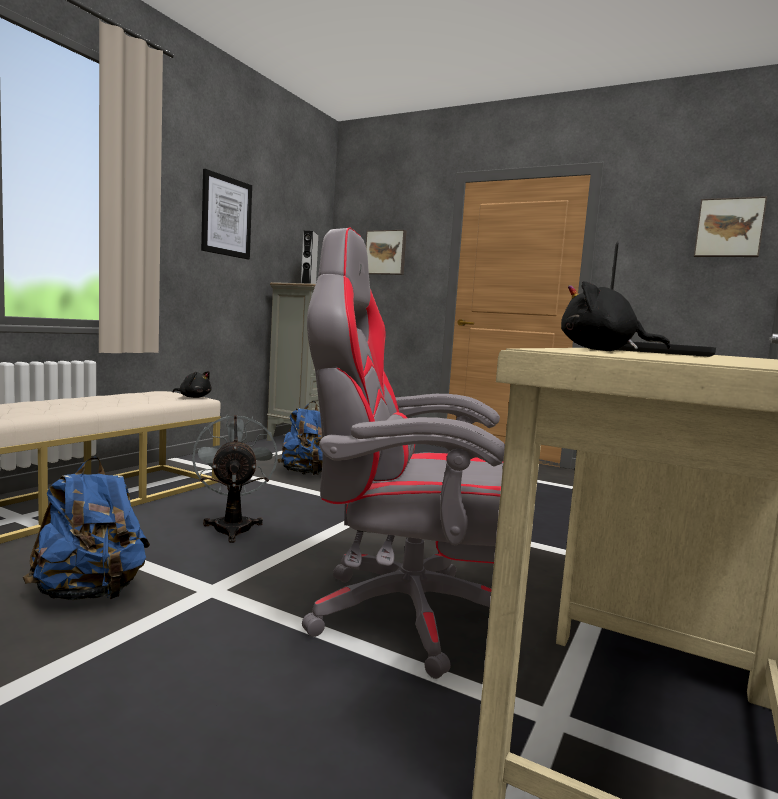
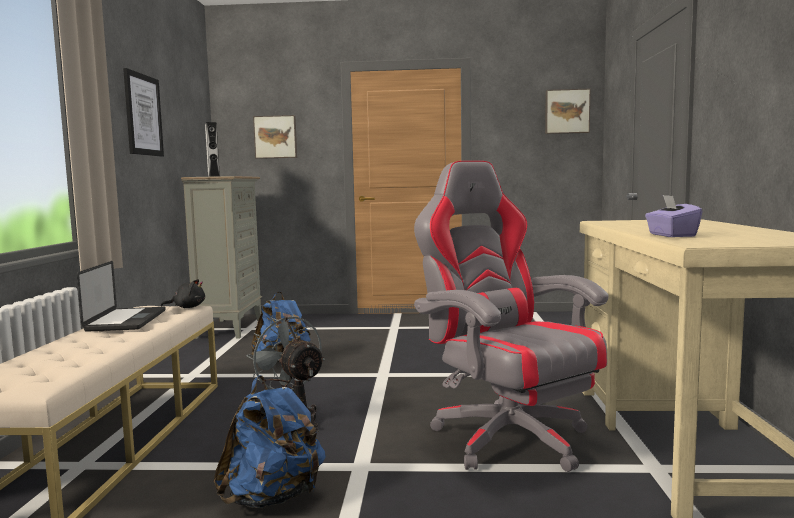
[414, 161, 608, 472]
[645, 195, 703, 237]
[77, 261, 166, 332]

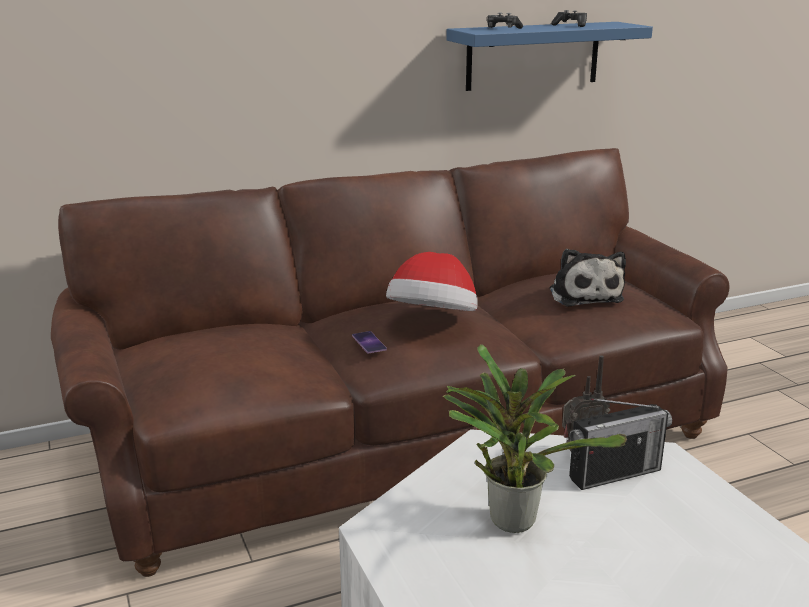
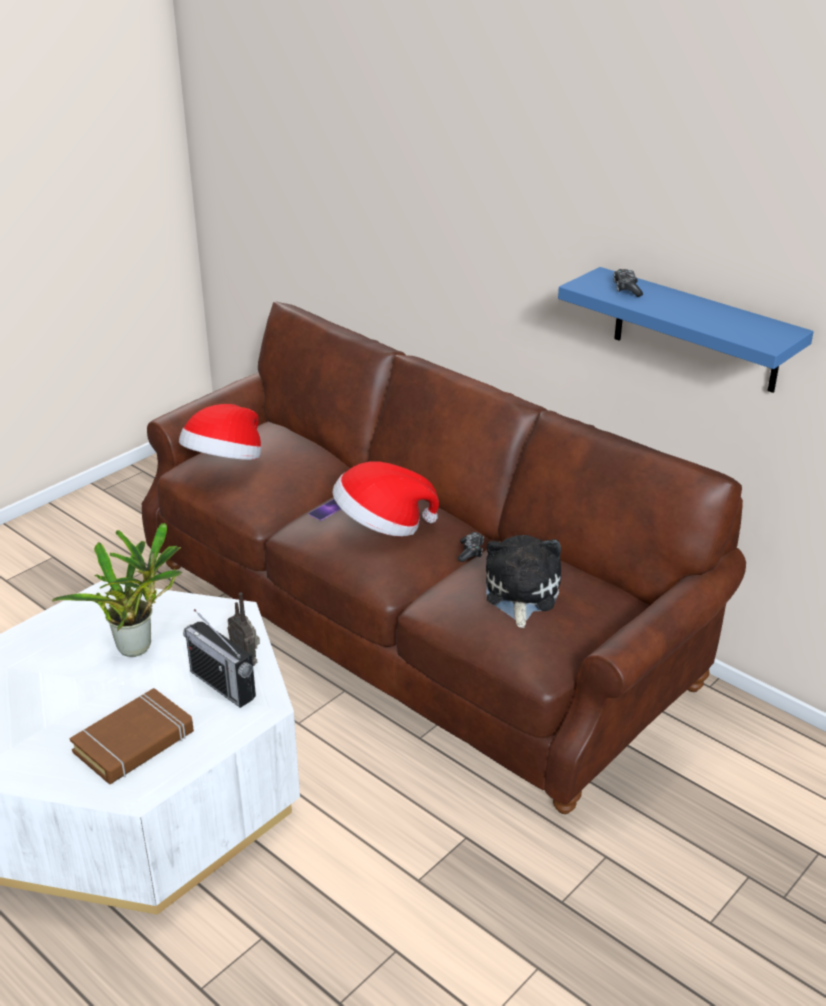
[486, 535, 561, 628]
[458, 532, 484, 562]
[70, 688, 194, 784]
[179, 404, 261, 460]

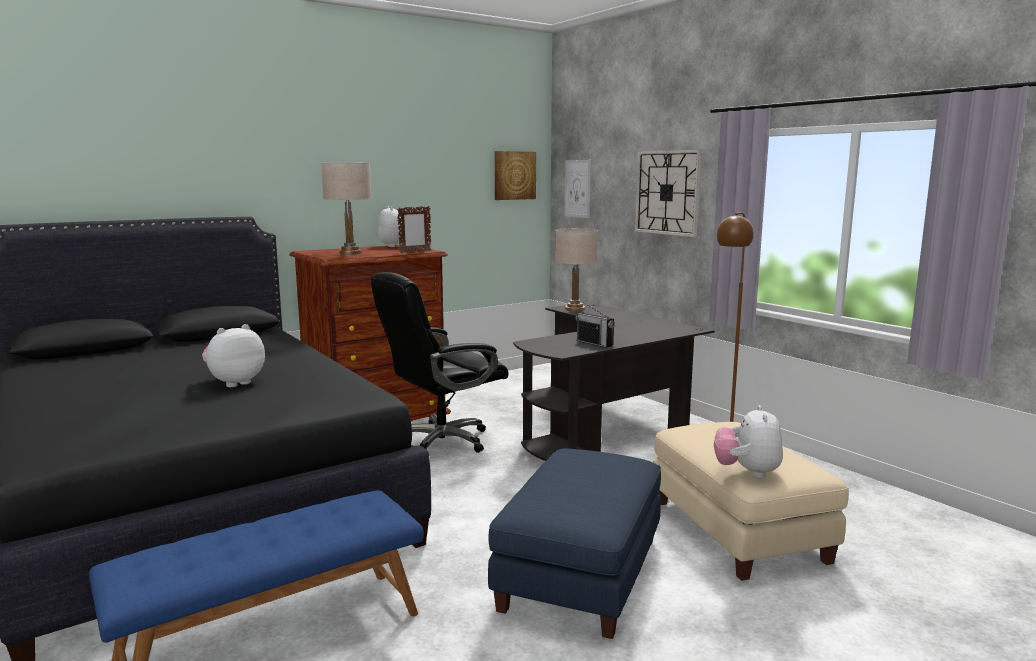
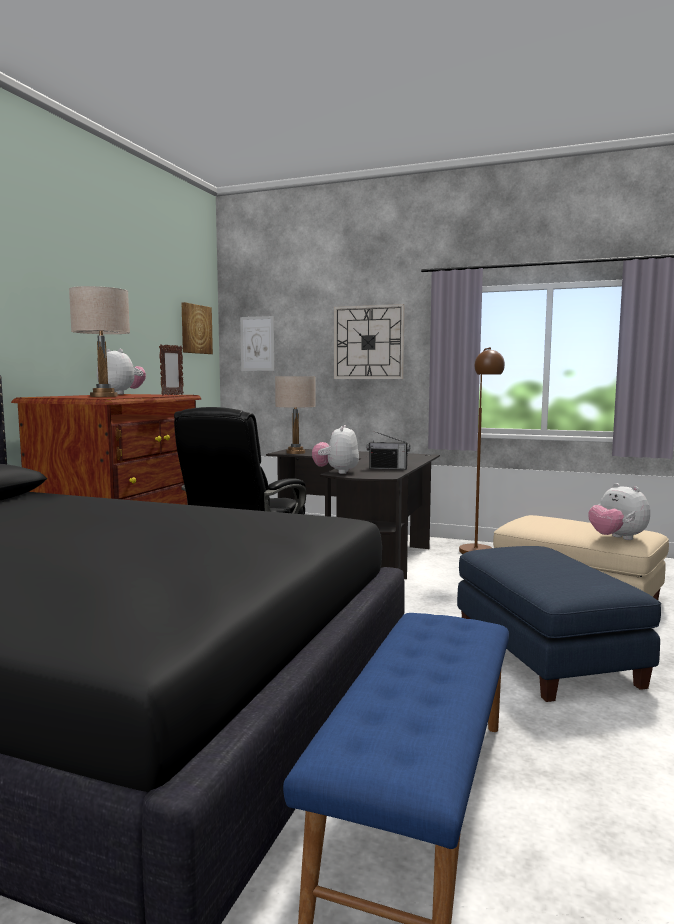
[312, 425, 359, 474]

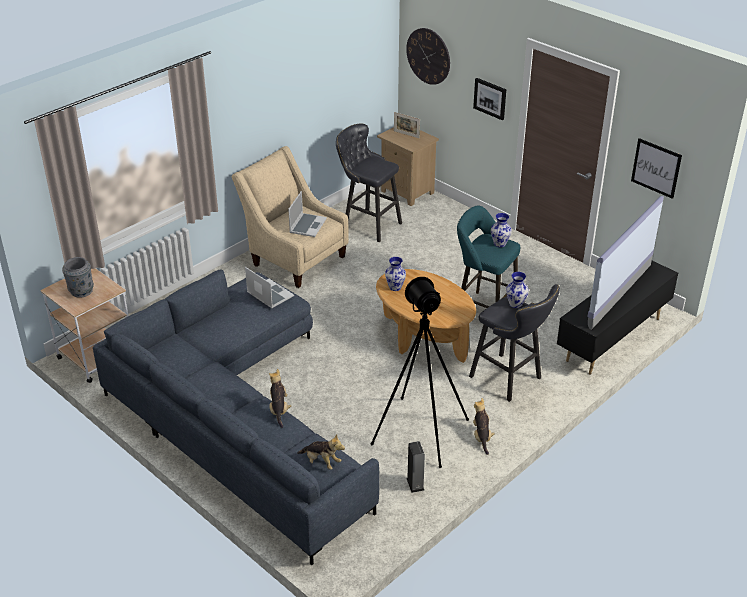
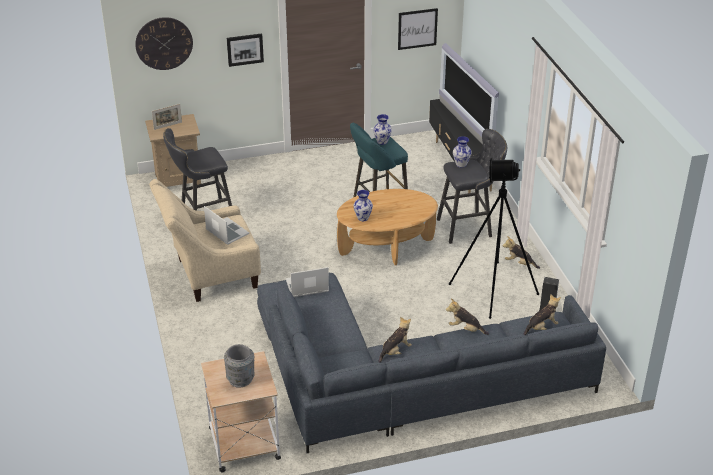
[378, 317, 412, 363]

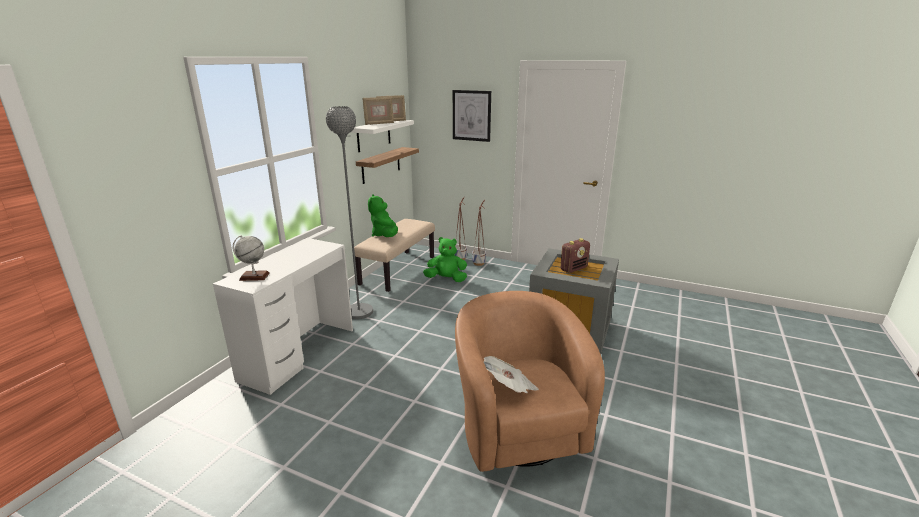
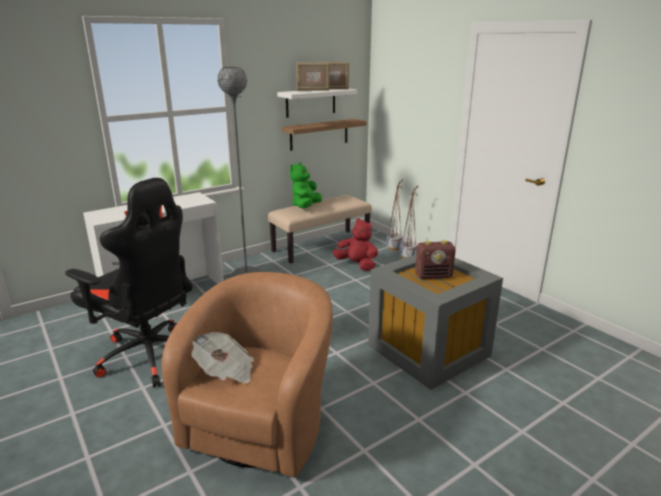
[233, 235, 270, 281] (first image)
[333, 218, 378, 271]
[453, 90, 491, 142] (first image)
[65, 178, 192, 388]

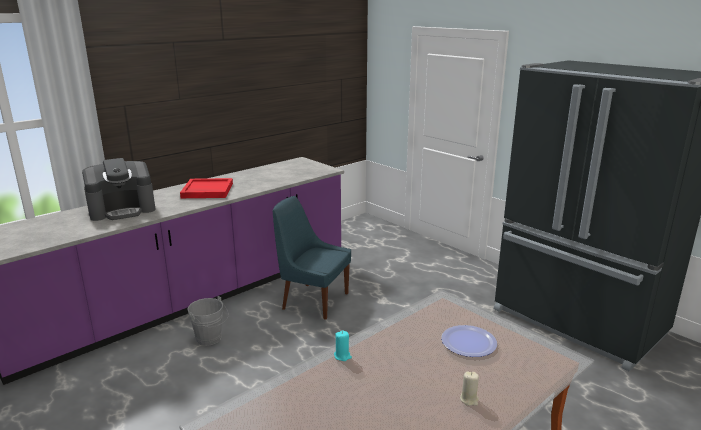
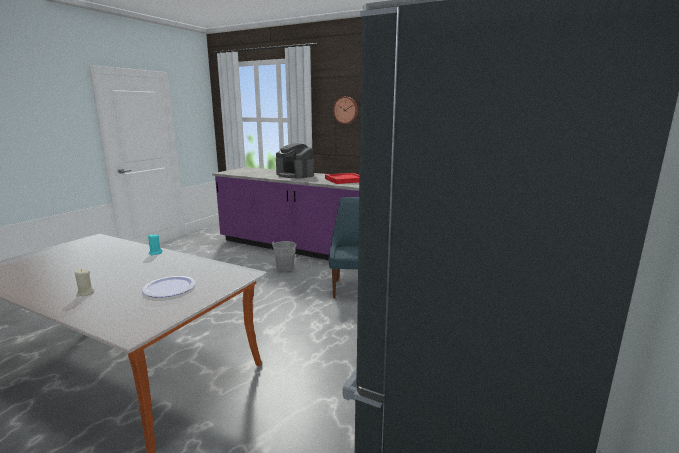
[333, 97, 358, 124]

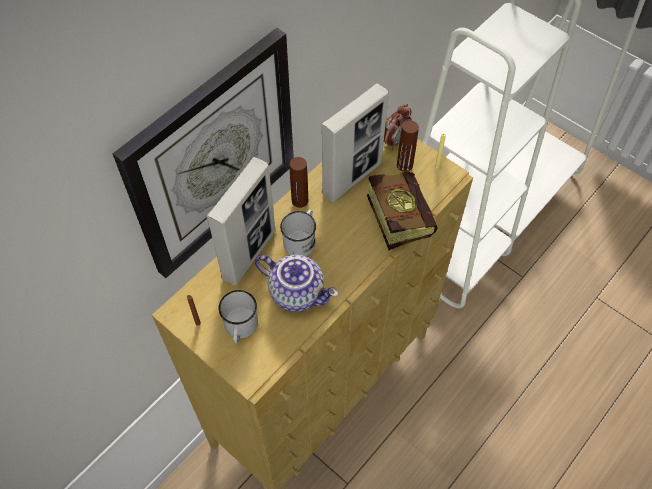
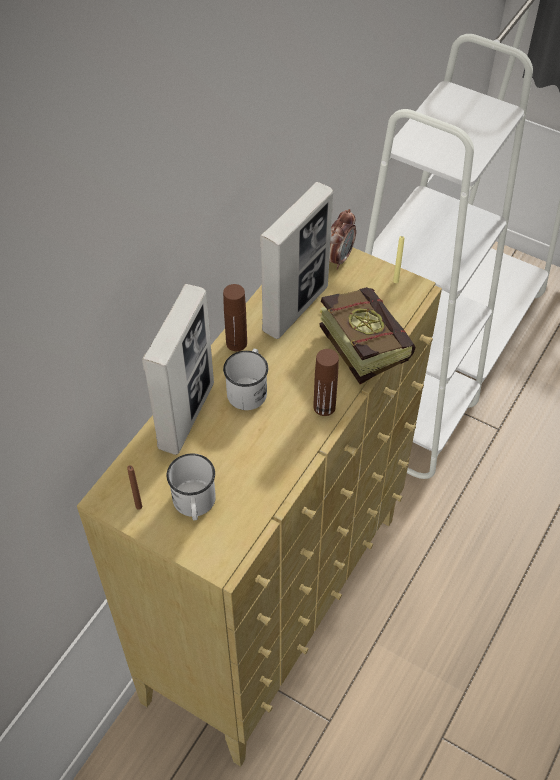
[113, 28, 294, 278] (first image)
[255, 255, 338, 312] (first image)
[313, 349, 339, 416]

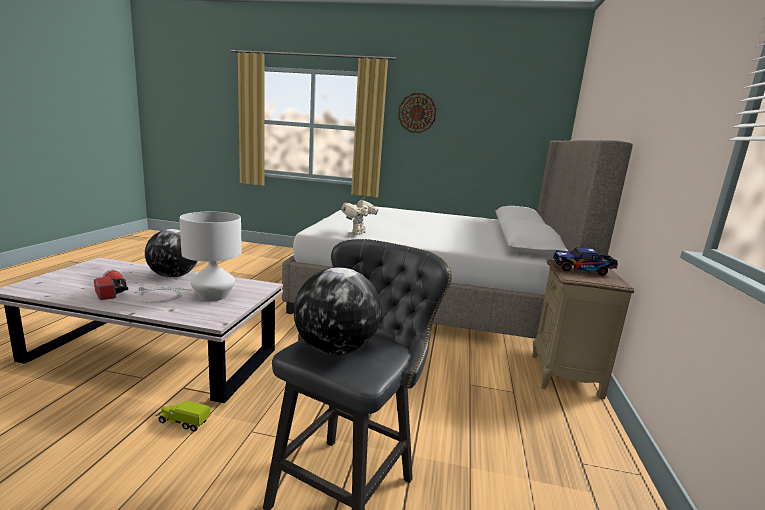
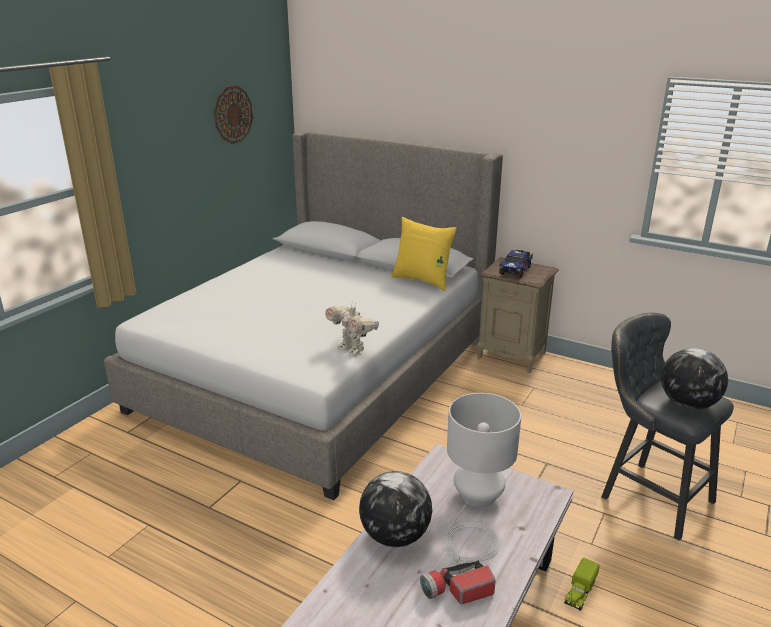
[214, 85, 253, 144]
[391, 217, 457, 291]

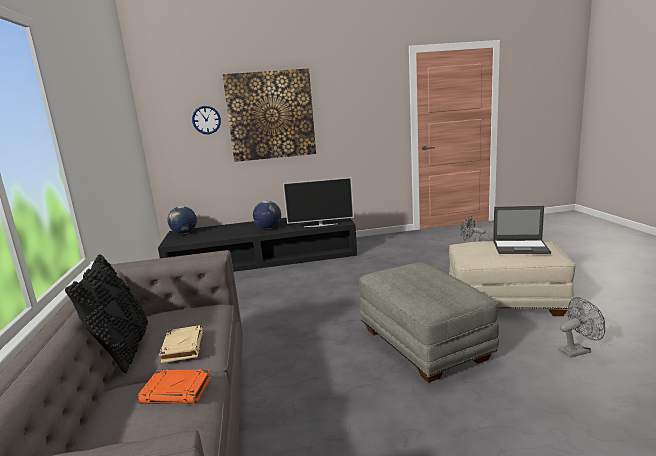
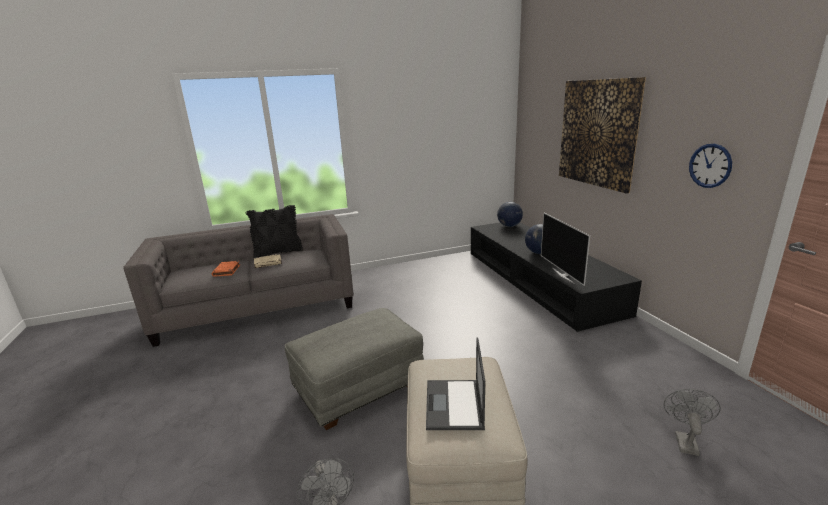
[689, 144, 732, 188]

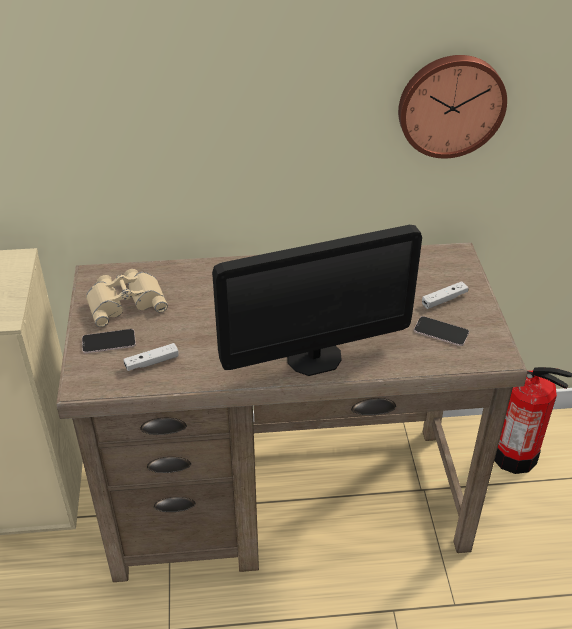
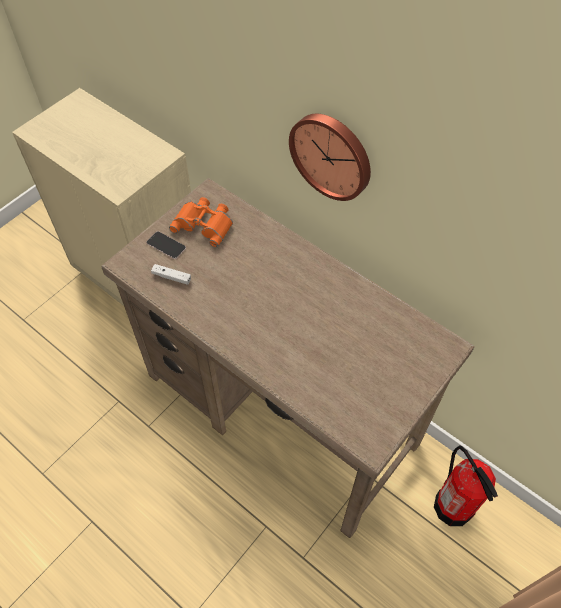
[169, 197, 233, 247]
[212, 225, 422, 376] (first image)
[289, 114, 371, 201]
[414, 316, 469, 346] (first image)
[422, 281, 468, 309] (first image)

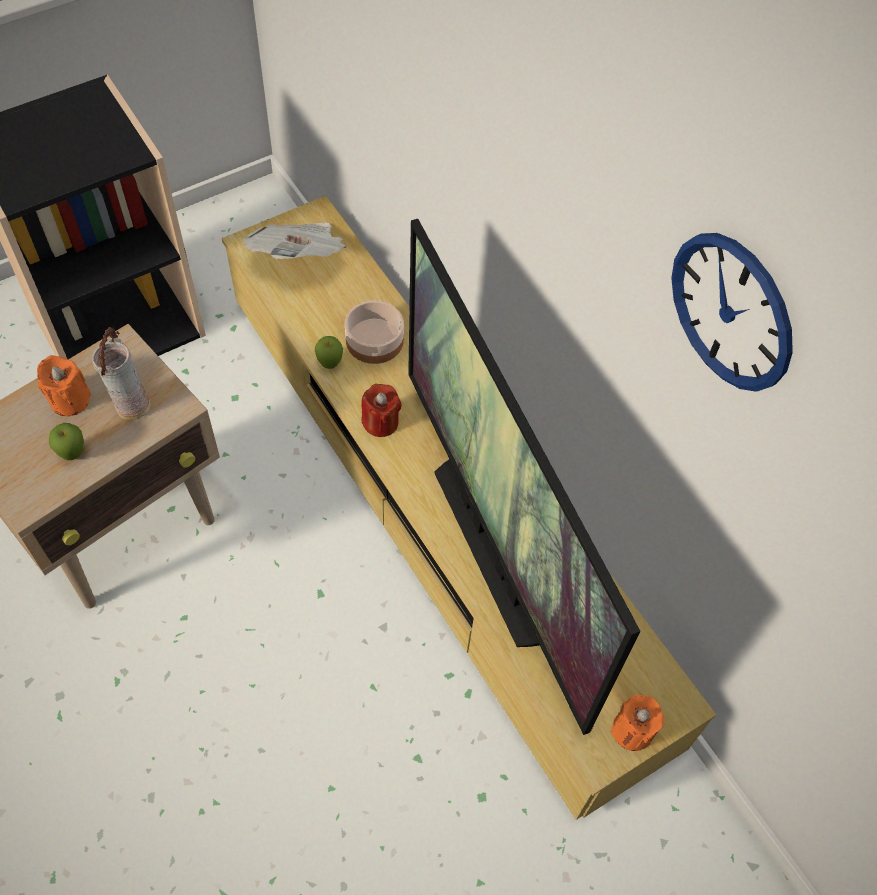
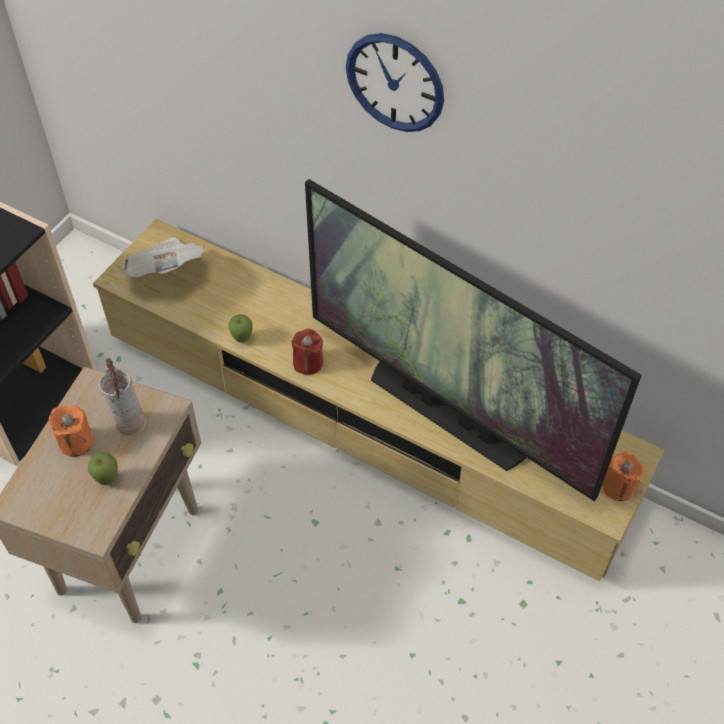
[345, 300, 404, 364] (first image)
[346, 33, 444, 132]

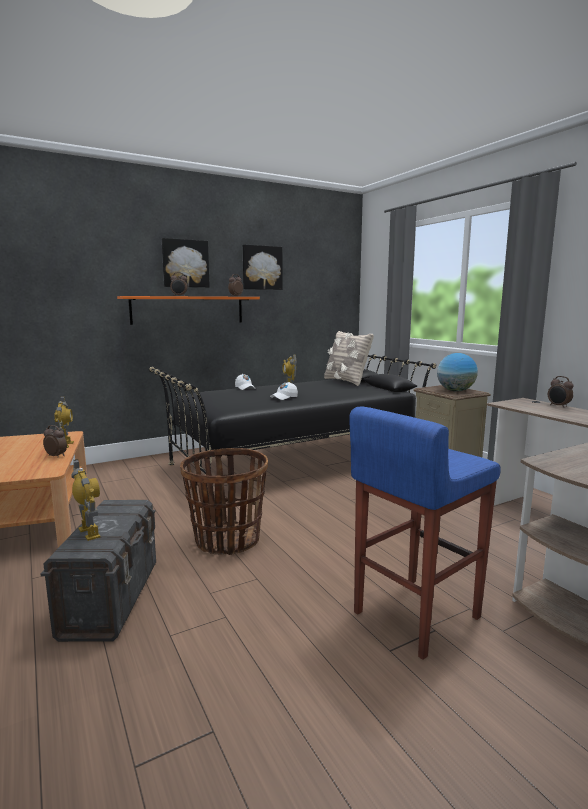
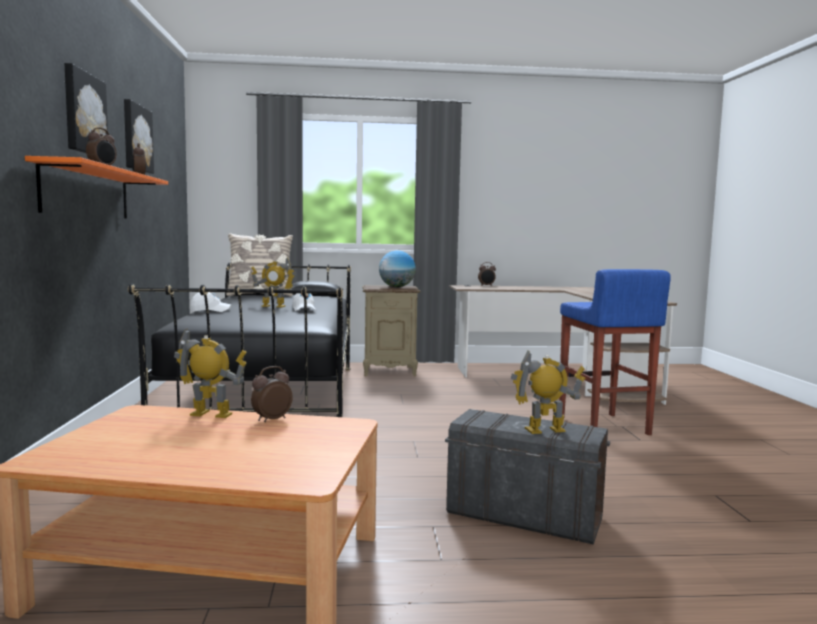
[180, 448, 268, 555] (first image)

